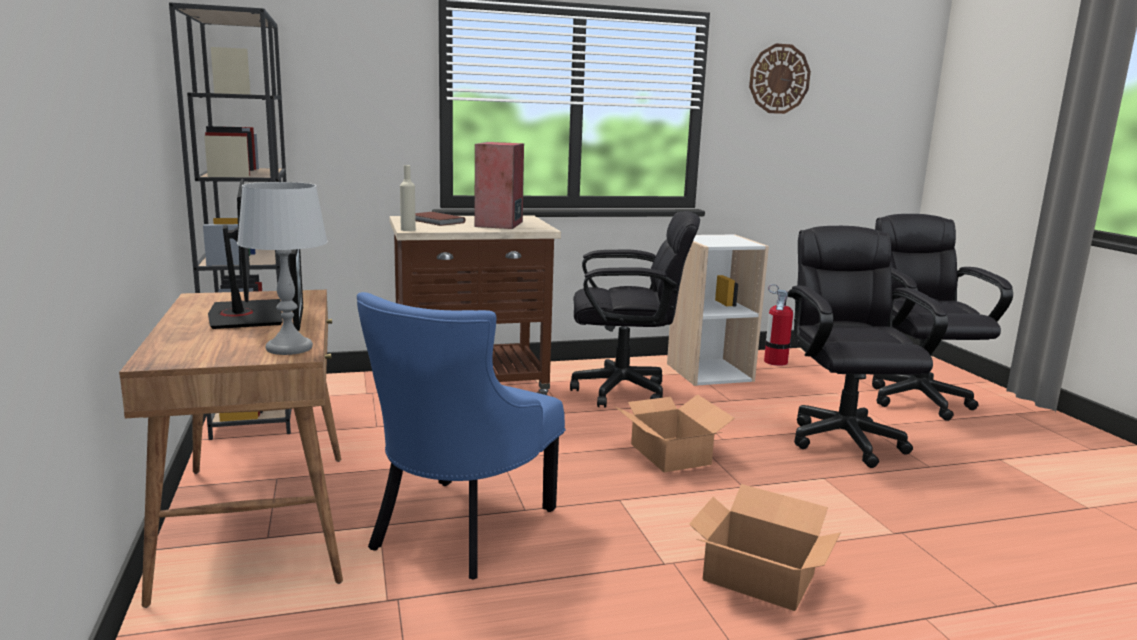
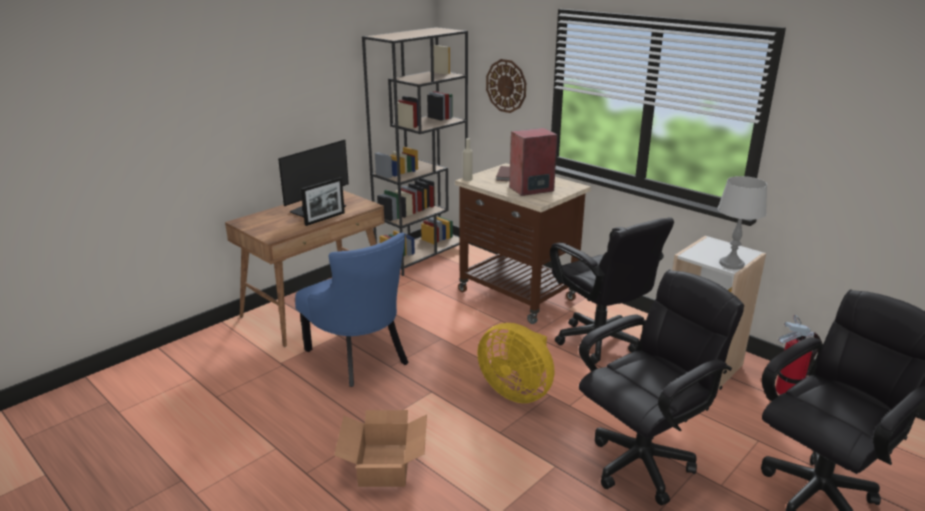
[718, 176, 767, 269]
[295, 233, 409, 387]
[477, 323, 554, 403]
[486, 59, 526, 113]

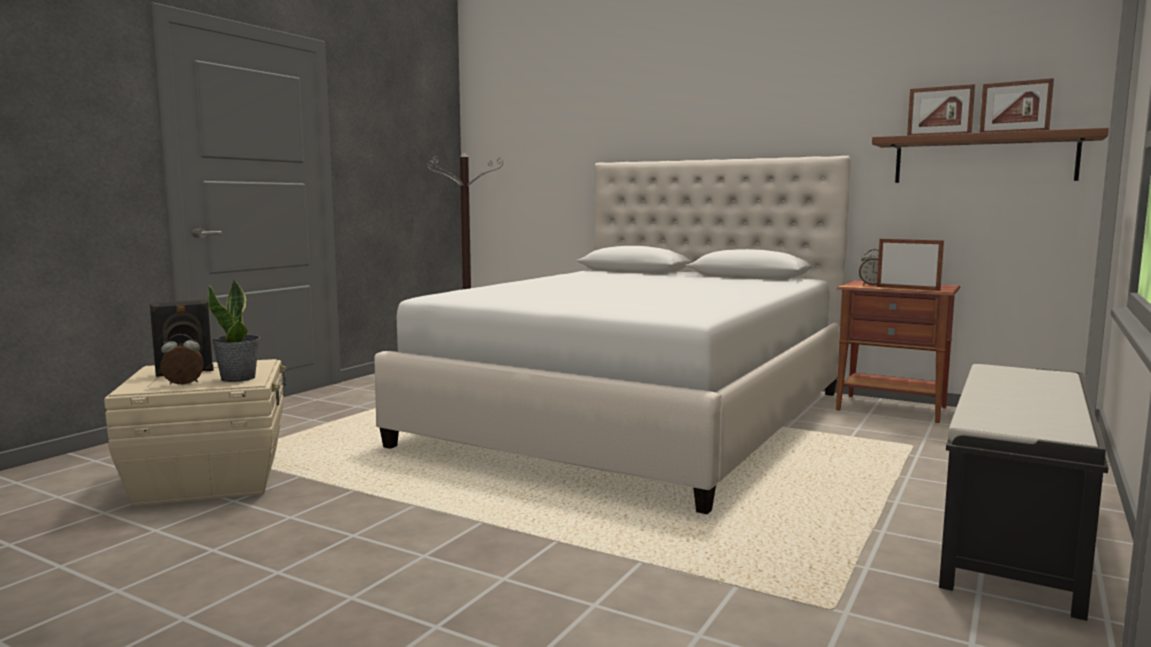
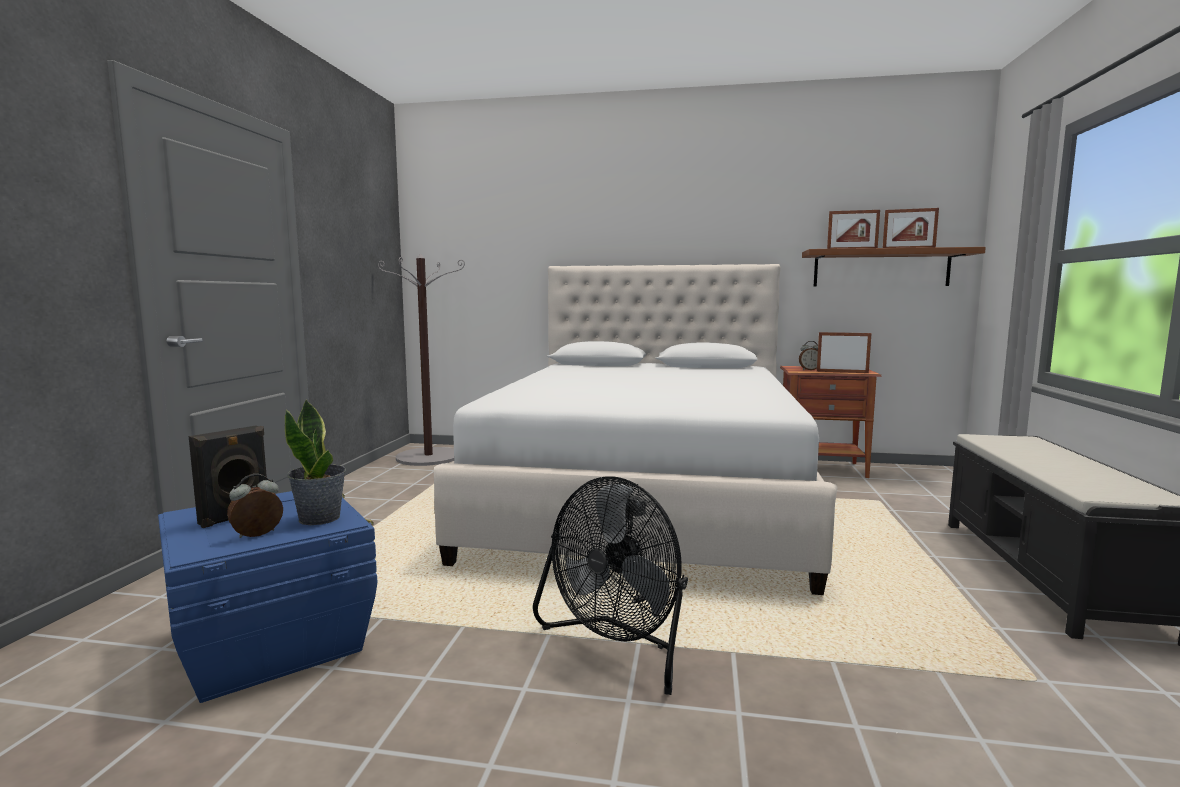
[158, 491, 378, 703]
[533, 476, 688, 695]

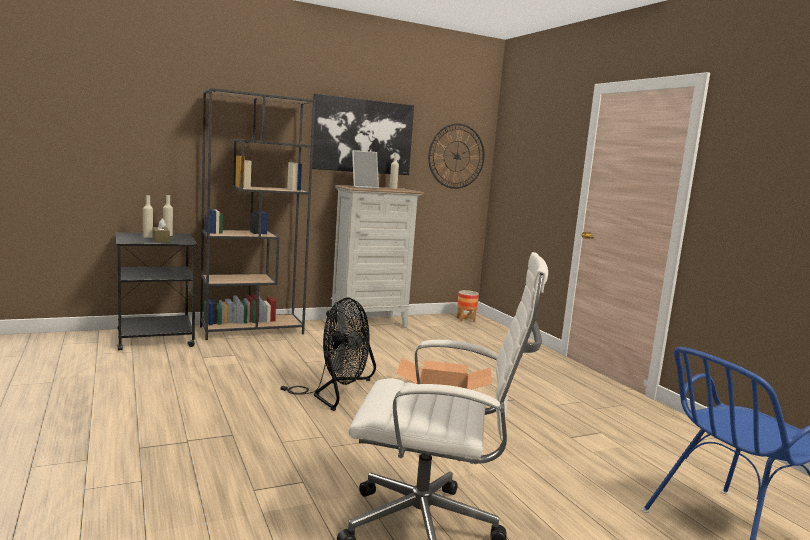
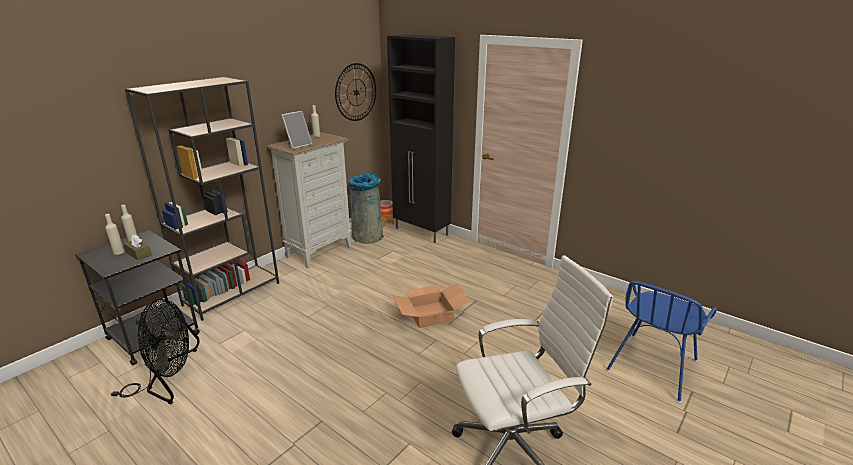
[111, 299, 200, 405]
[309, 93, 414, 175] (first image)
[349, 173, 384, 244]
[387, 34, 455, 243]

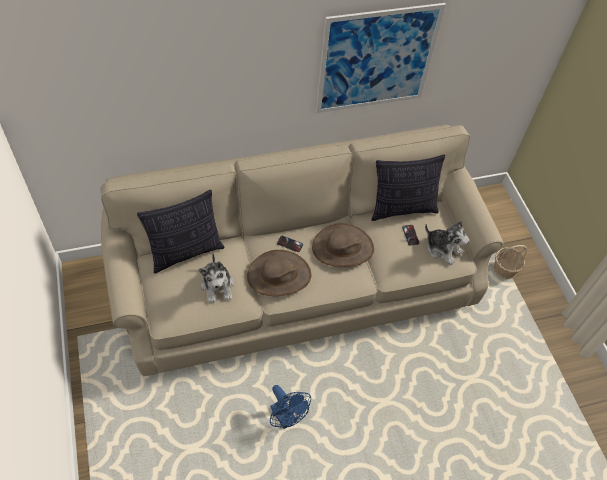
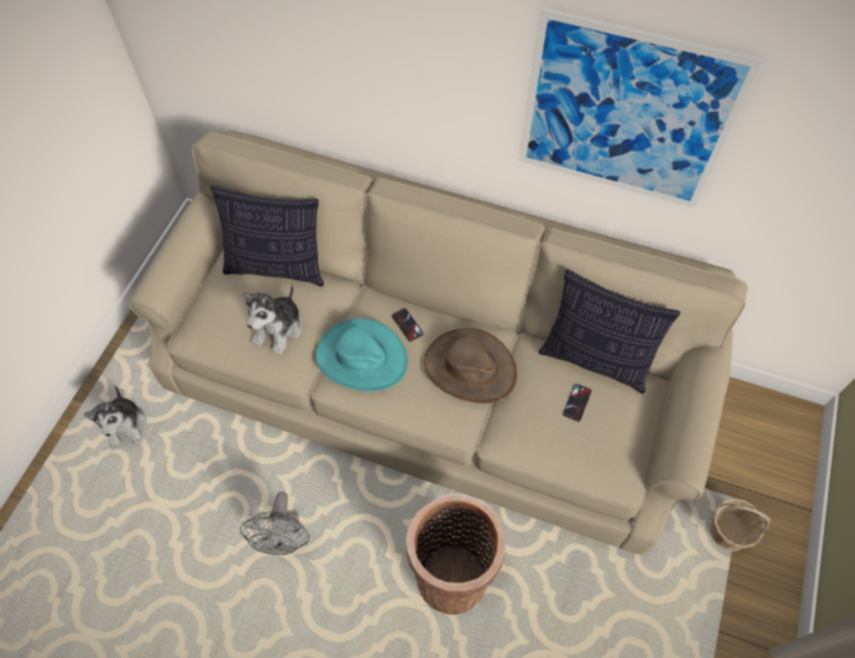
[315, 318, 408, 392]
[240, 491, 310, 555]
[83, 385, 147, 451]
[406, 493, 506, 615]

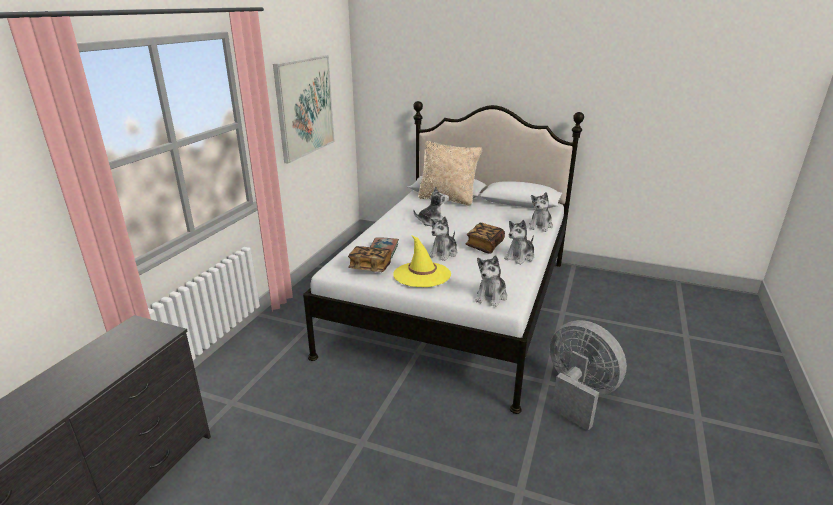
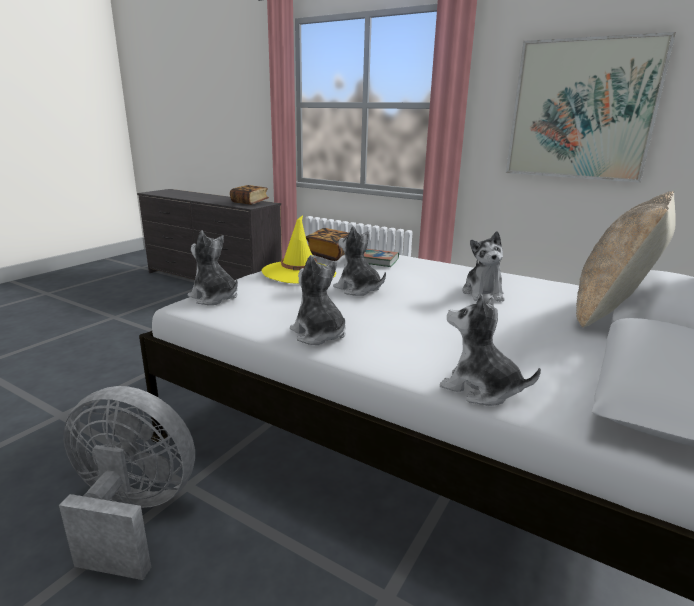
[230, 185, 269, 205]
[59, 386, 195, 580]

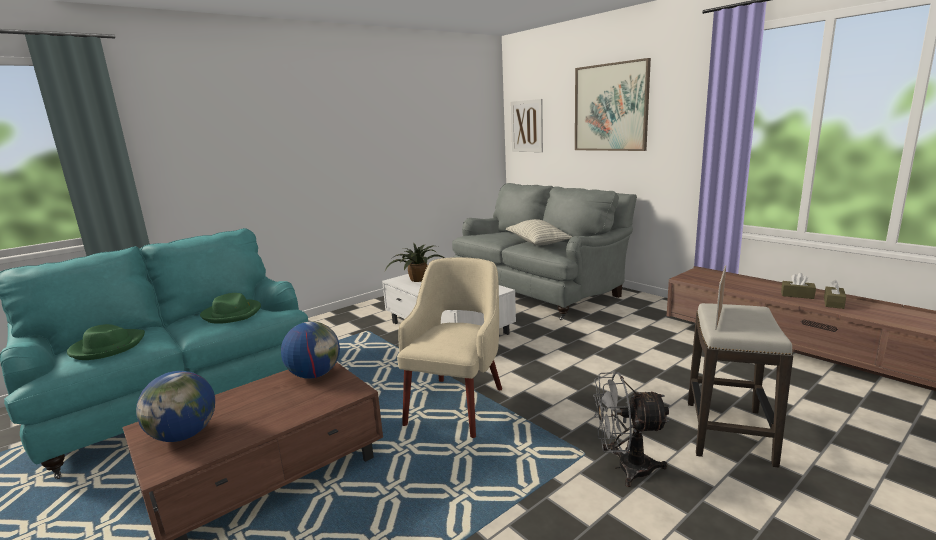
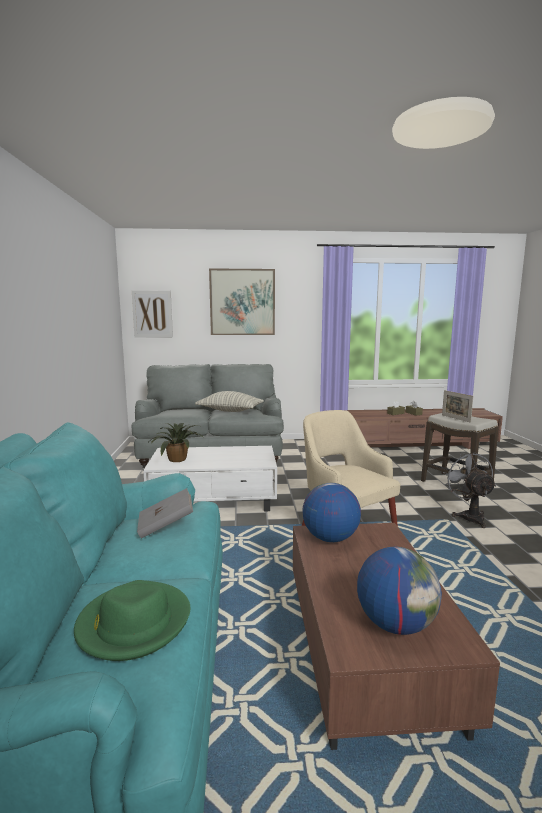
[137, 488, 193, 539]
[443, 452, 496, 528]

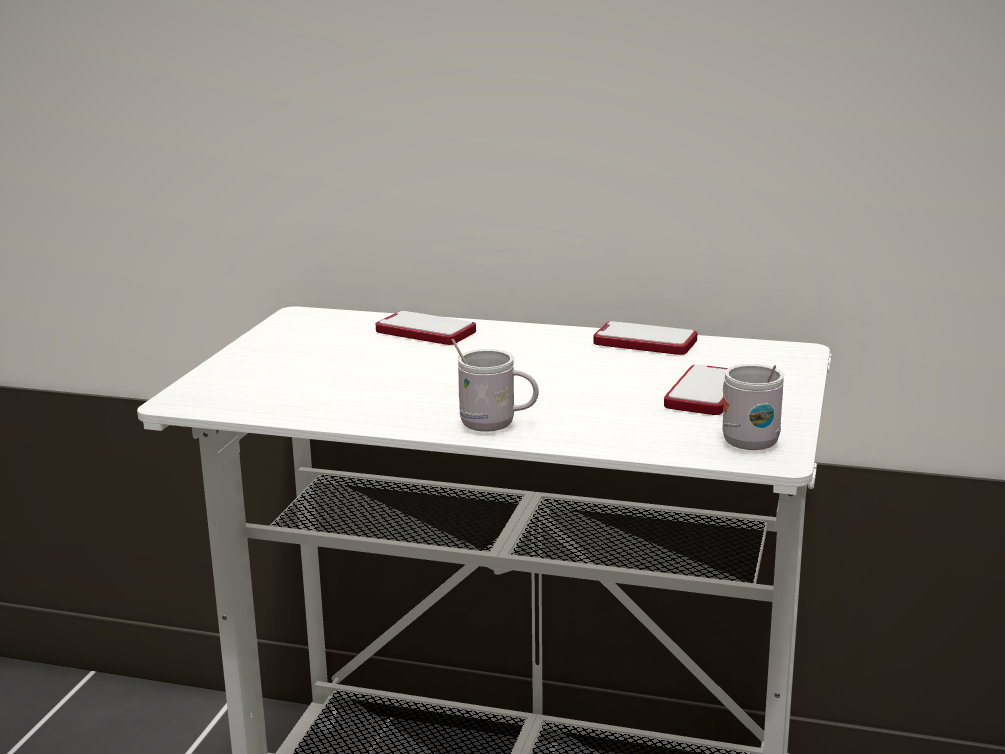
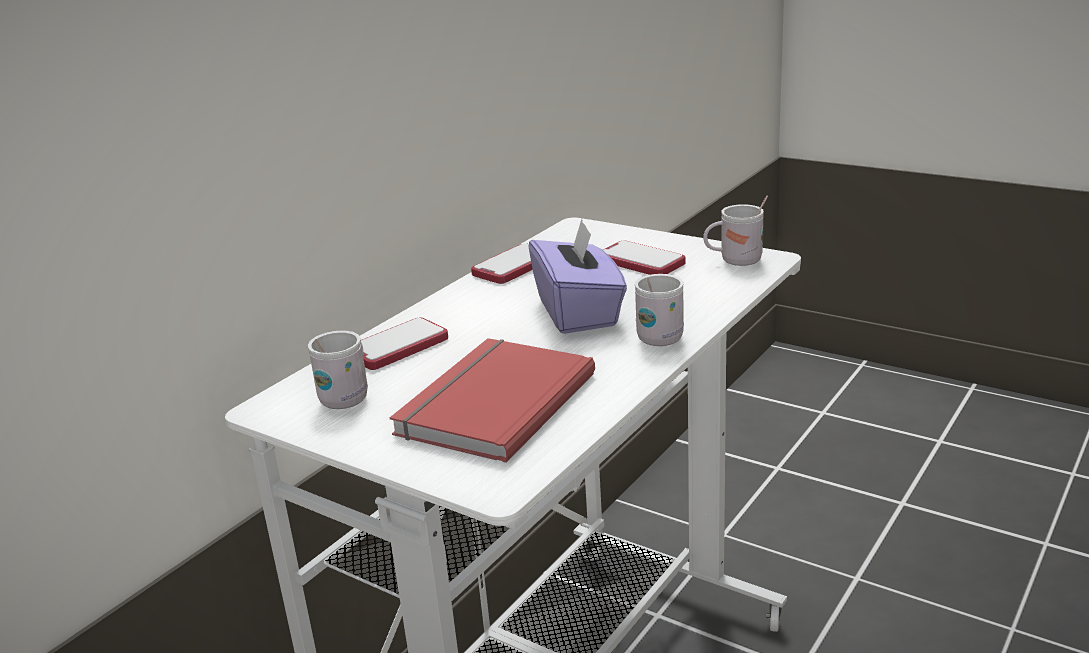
[308, 331, 368, 409]
[390, 338, 595, 463]
[528, 219, 627, 334]

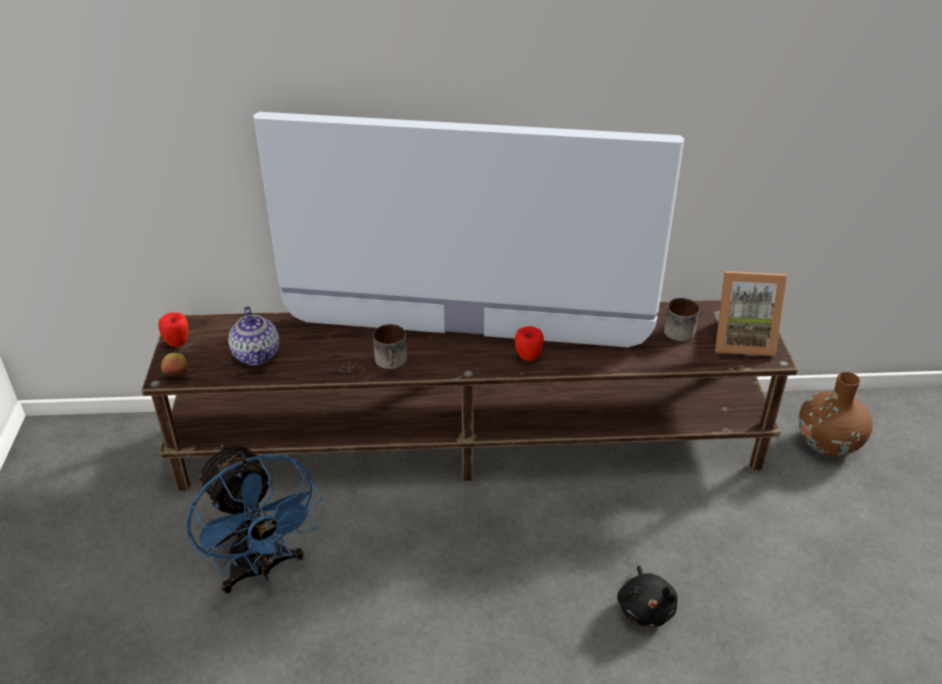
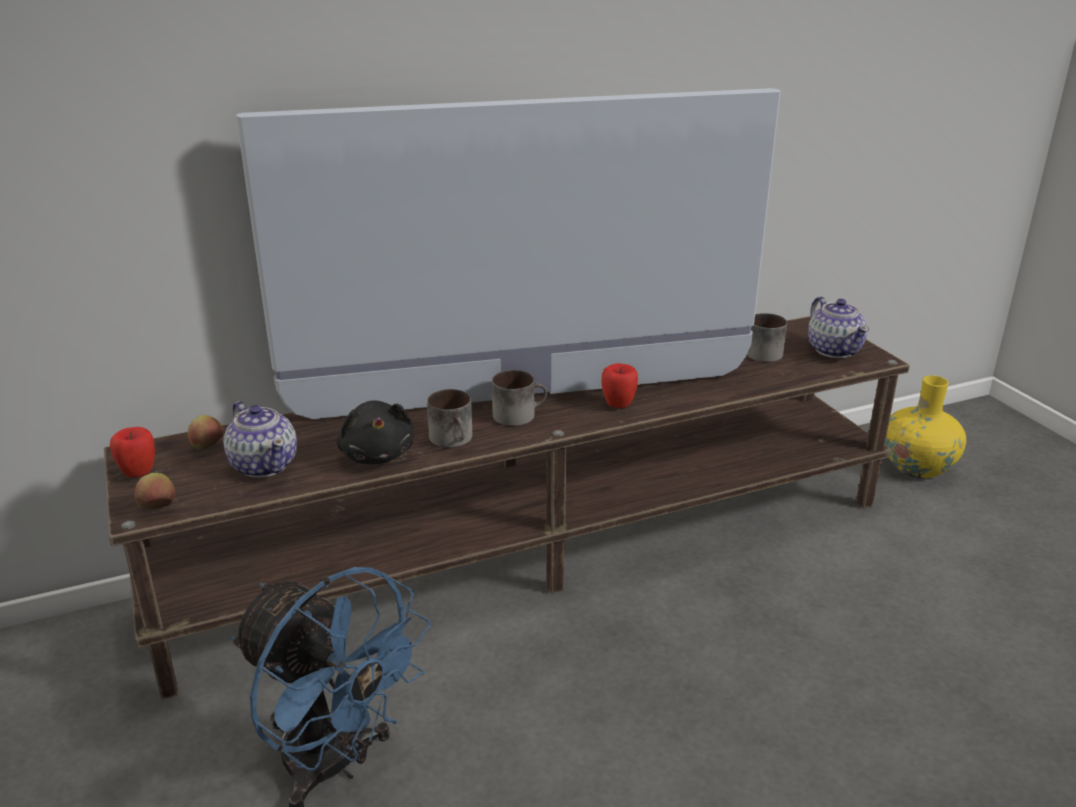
[336, 401, 414, 464]
[808, 297, 869, 358]
[885, 375, 966, 478]
[188, 415, 224, 449]
[492, 370, 547, 426]

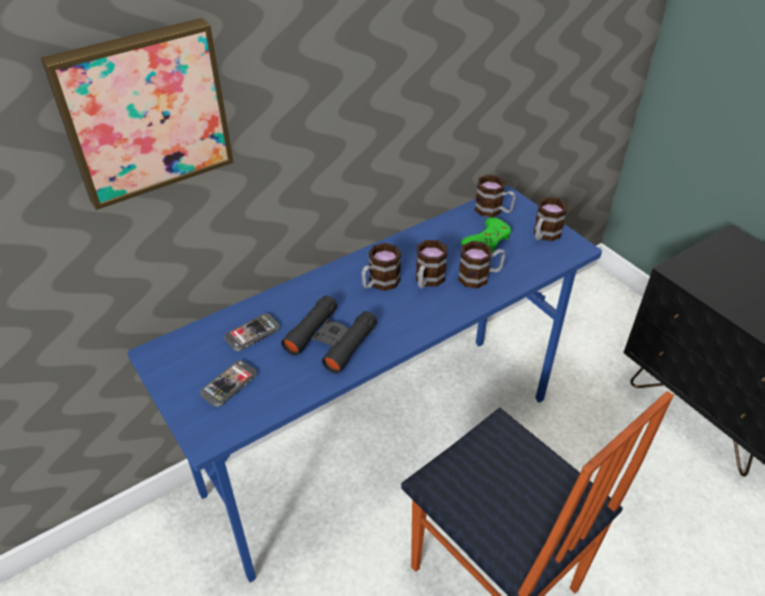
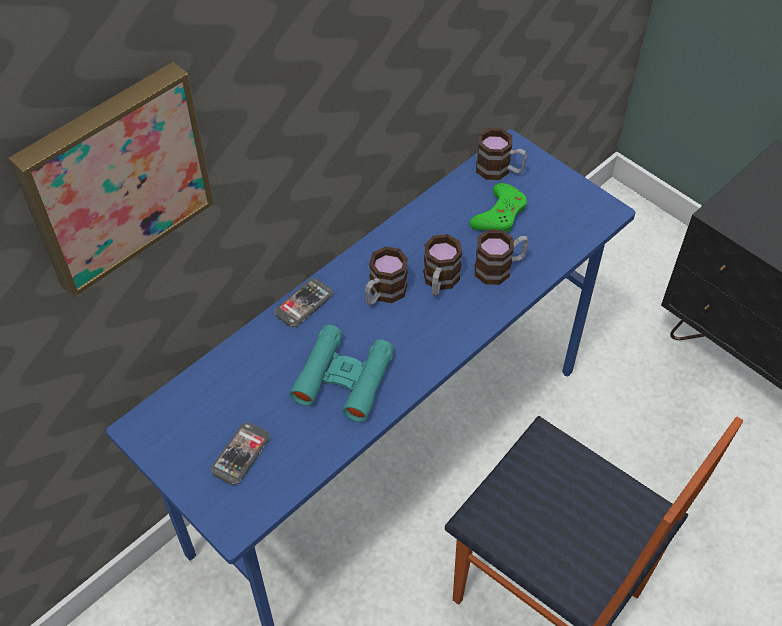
[275, 278, 333, 327]
[289, 325, 394, 422]
[533, 197, 567, 241] (first image)

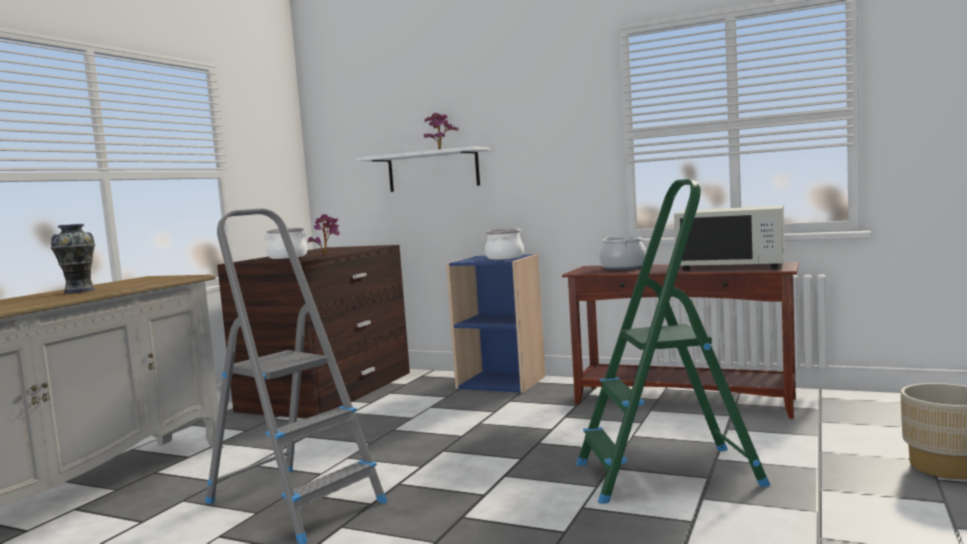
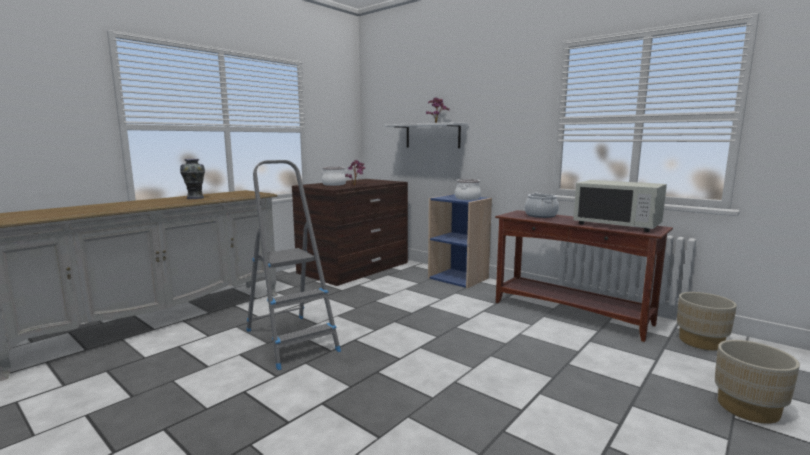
[576, 179, 770, 504] (first image)
[677, 292, 737, 350]

